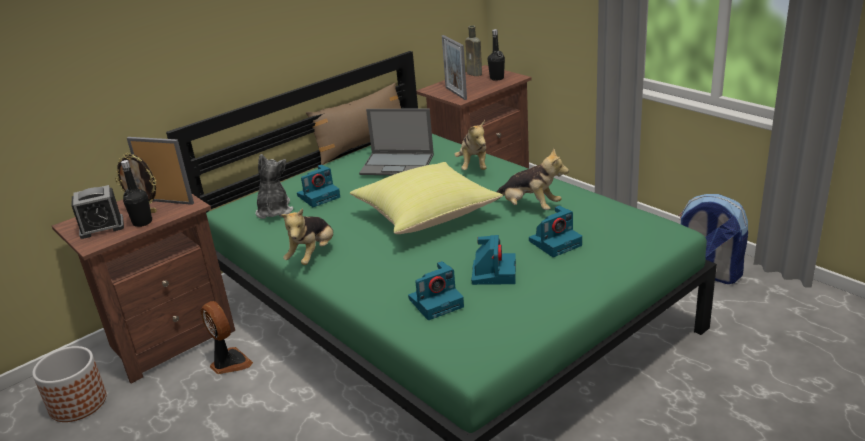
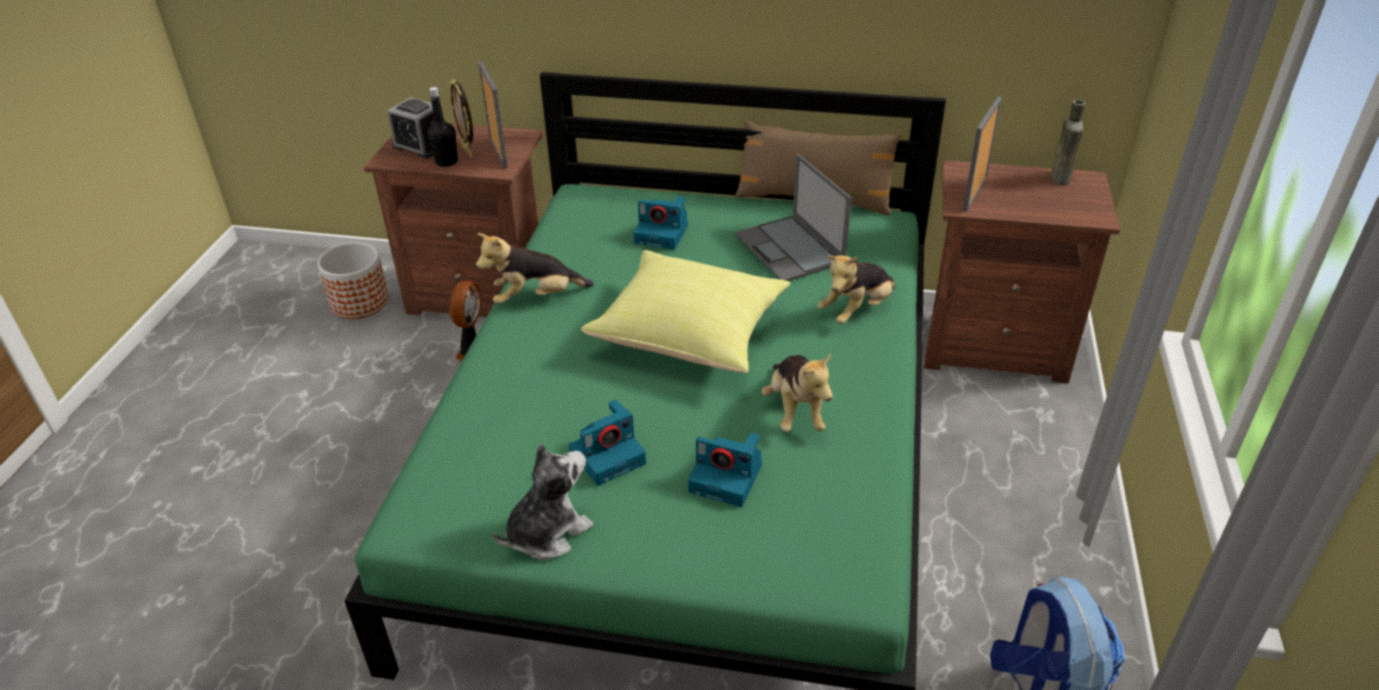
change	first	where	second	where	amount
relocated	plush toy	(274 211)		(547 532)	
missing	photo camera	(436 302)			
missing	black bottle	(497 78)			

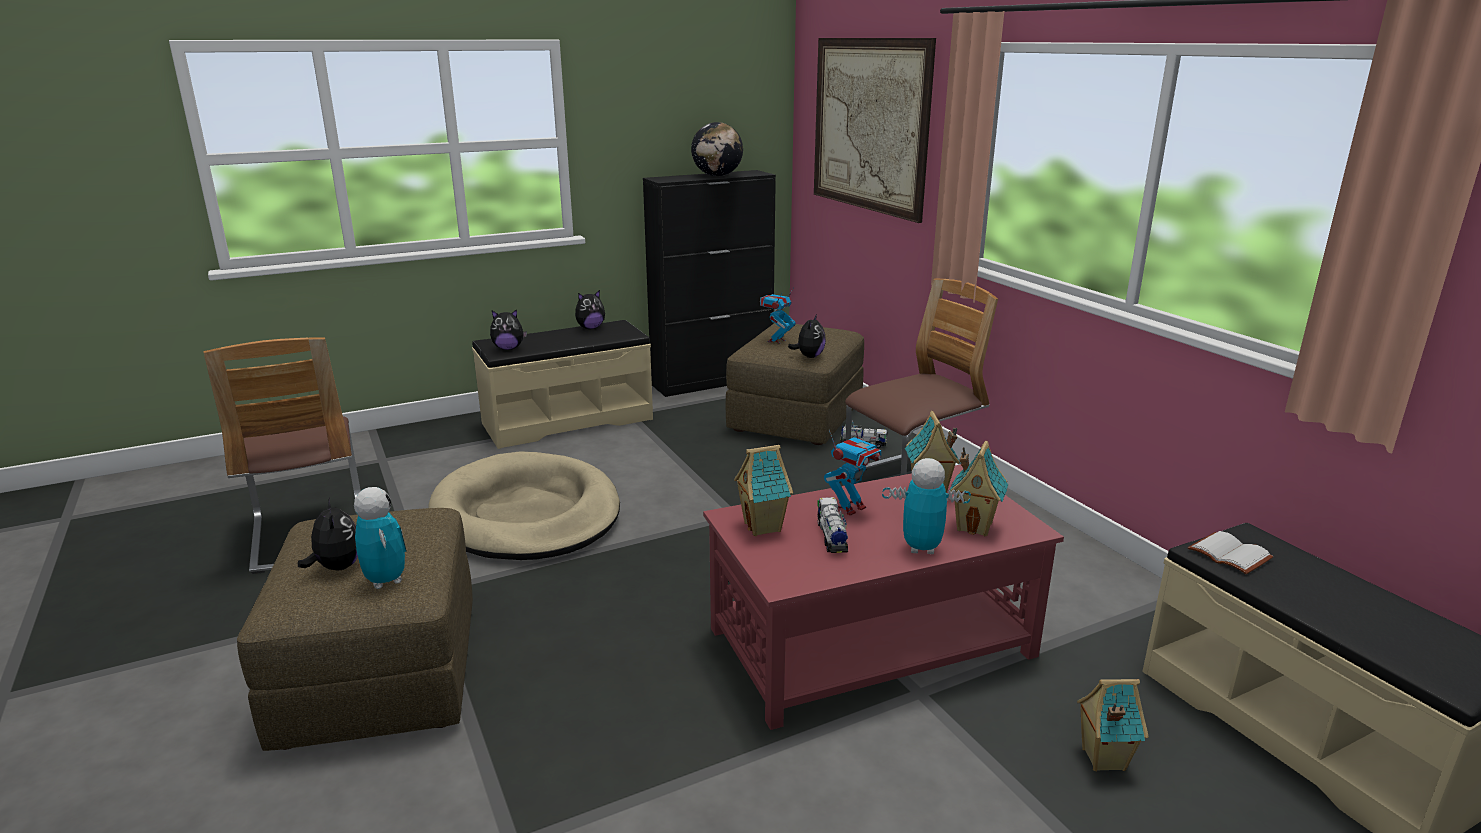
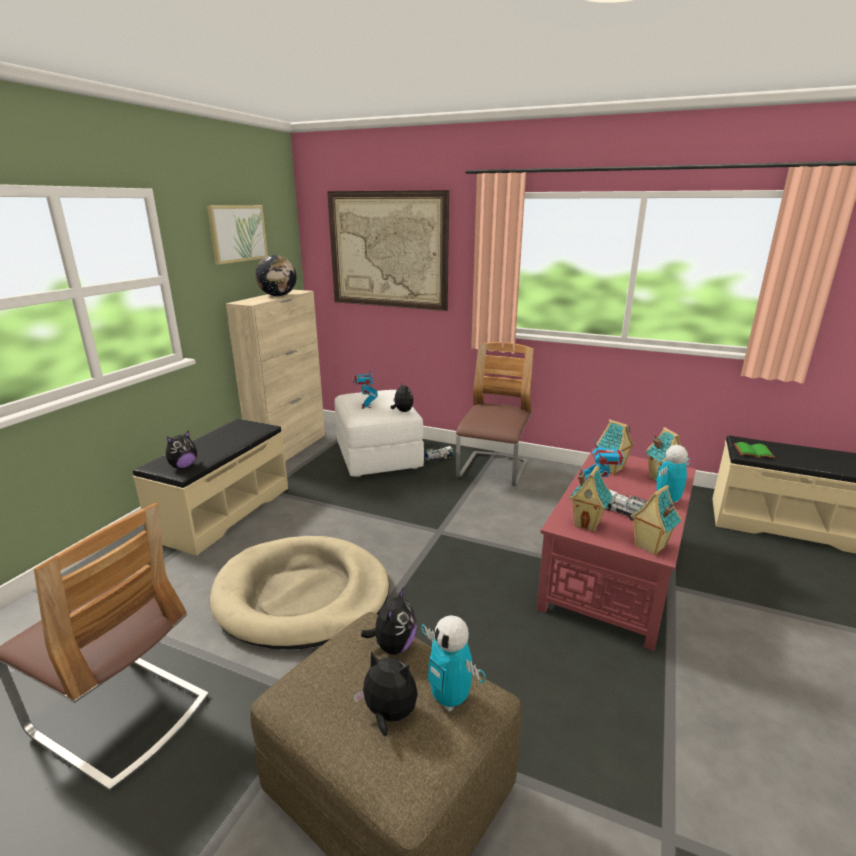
change	first	where	second	where	amount
appeared			picture	(238 233)	
colour	black cabinet	(713 381)	beige cabinet	(289 448)	
colour	brown ottoman	(796 417)	white ottoman	(378 456)	
relocated	plush toy	(590 328)		(393 645)	
spun	toy robot	(386 580)		(450 698)	150 degrees counterclockwise
relocated	toy house	(1102 759)		(649 547)	
colour	white book	(1227 555)	green book	(753 452)	

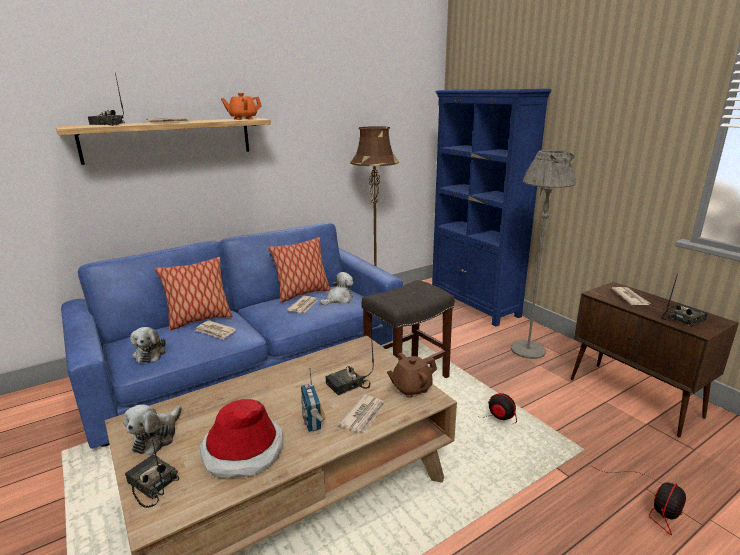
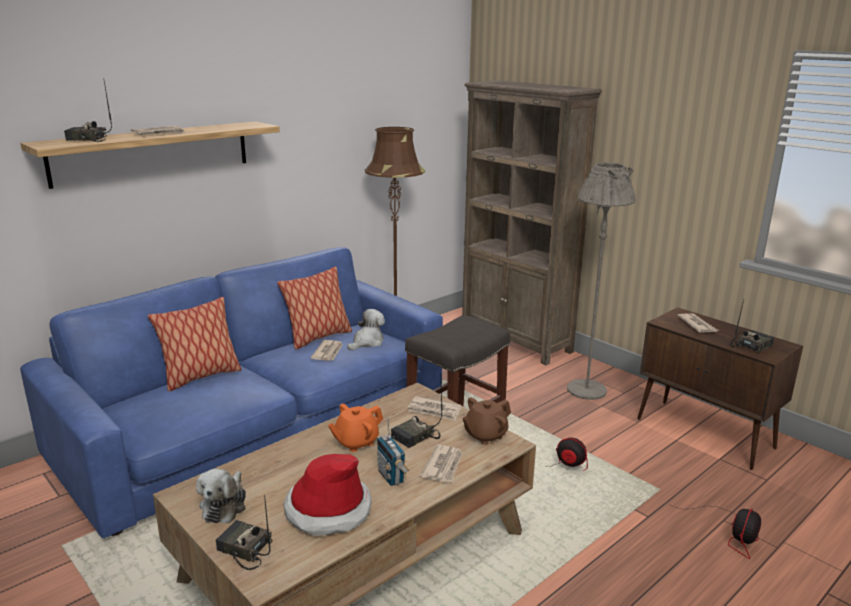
change	first	where	second	where	amount
relocated	orange teapot	(243 119)		(356 442)	
relocated	newspaper	(215 331)		(434 410)	
colour	blue bookcase	(474 305)	brown bookcase	(516 340)	
missing	plush toy	(150 353)			

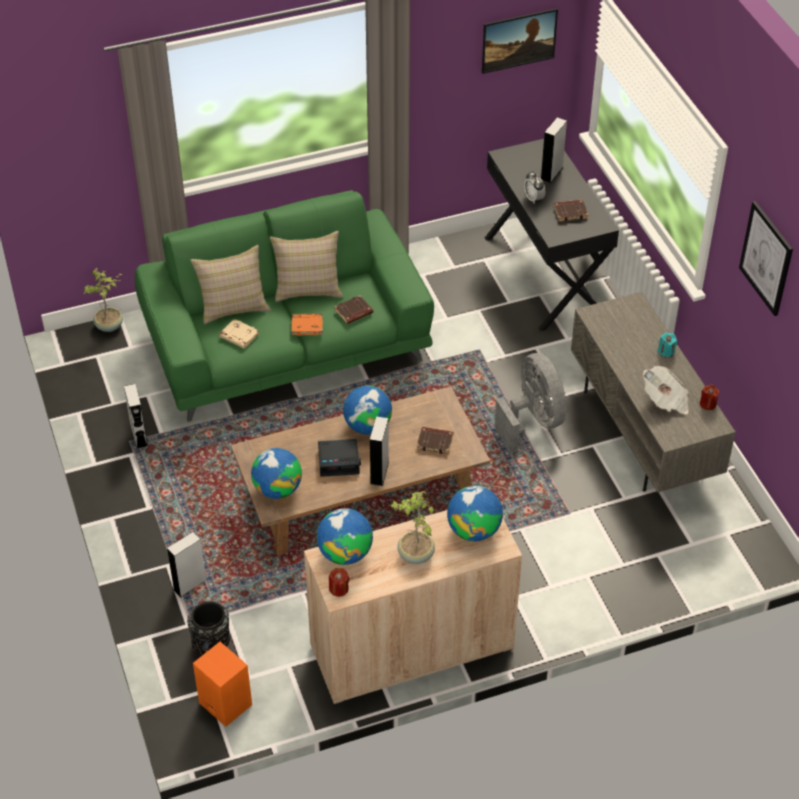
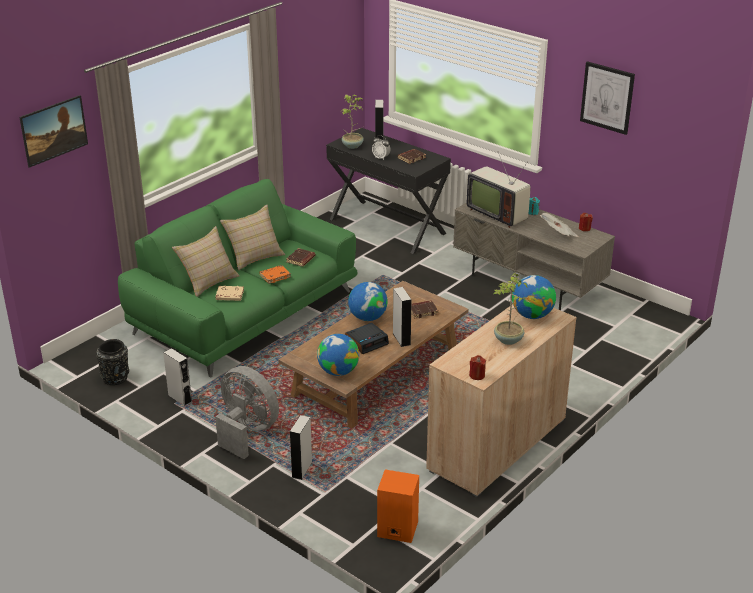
change	first	where	second	where	amount
relocated	picture	(518 52)		(56 143)	
relocated	black vase	(212 644)		(115 377)	
relocated	grey fan	(533 421)		(247 431)	
relocated	potted plant	(110 326)		(353 146)	
appeared			television	(498 213)	
missing	globe	(345 553)			

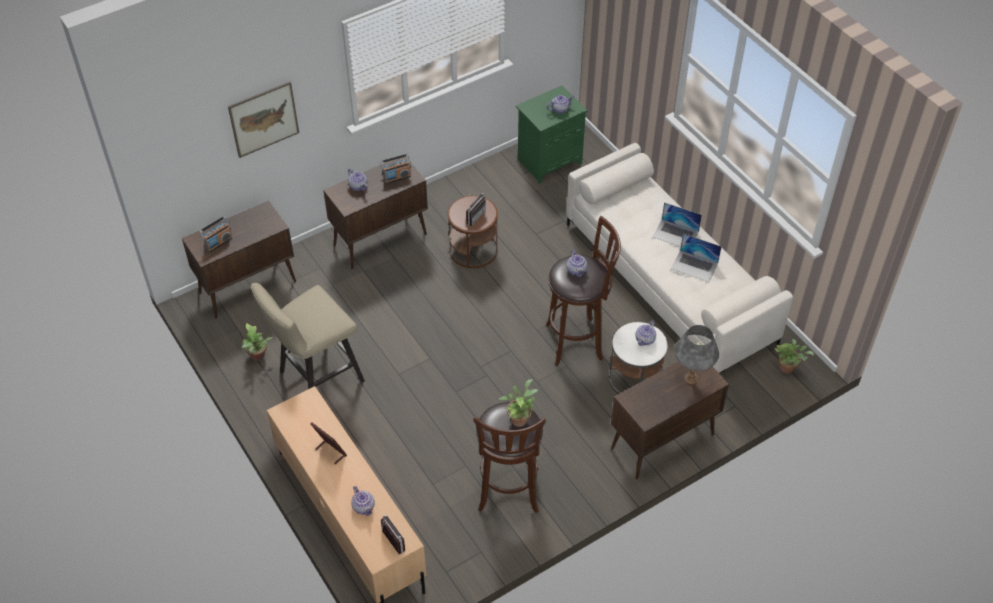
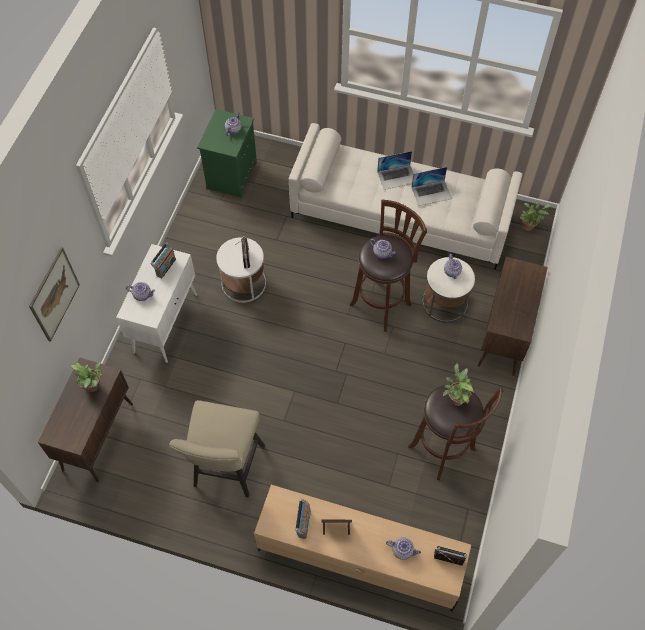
change	first	where	second	where	amount
relocated	potted plant	(258 357)		(94 386)	
colour	brown cabinet	(381 239)	white cabinet	(166 322)	
colour	brown side table	(473 249)	white side table	(243 283)	
relocated	radio	(218 243)		(303 523)	
missing	grey table lamp	(691 378)			

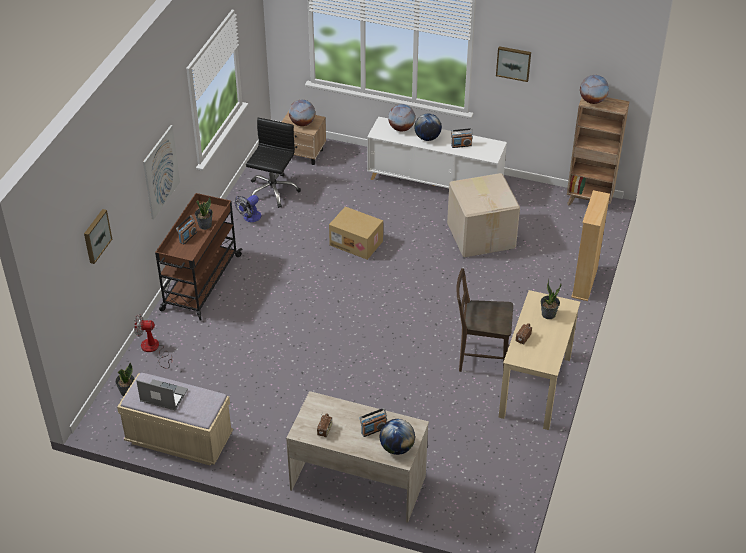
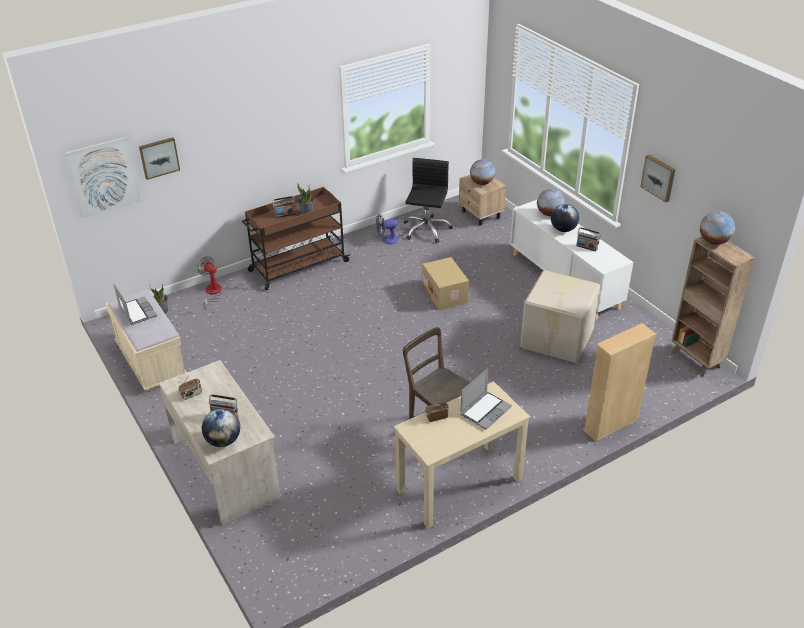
change	first	where	second	where	amount
relocated	picture	(161 172)		(103 177)	
spun	black office chair	(272 191)		(426 229)	45 degrees counterclockwise
exchanged	potted plant	(548 314)	laptop	(485 410)	

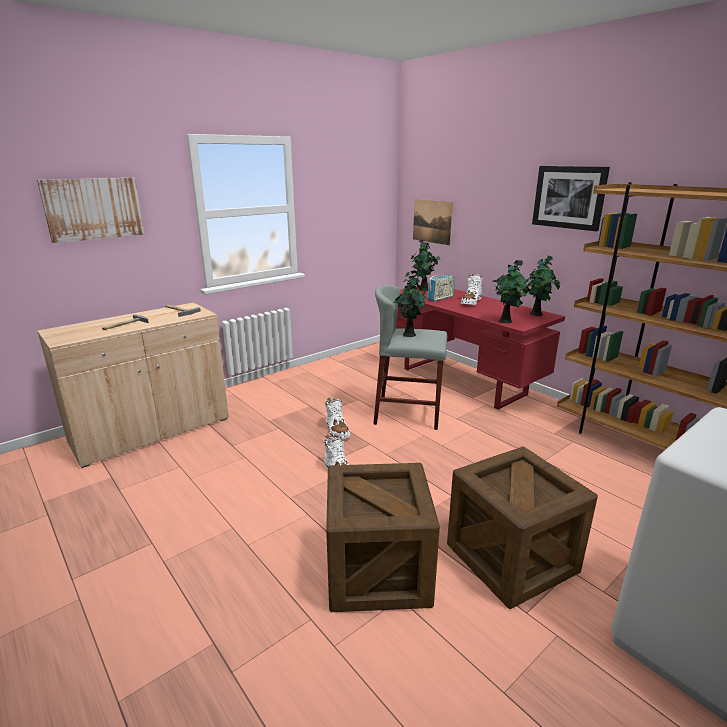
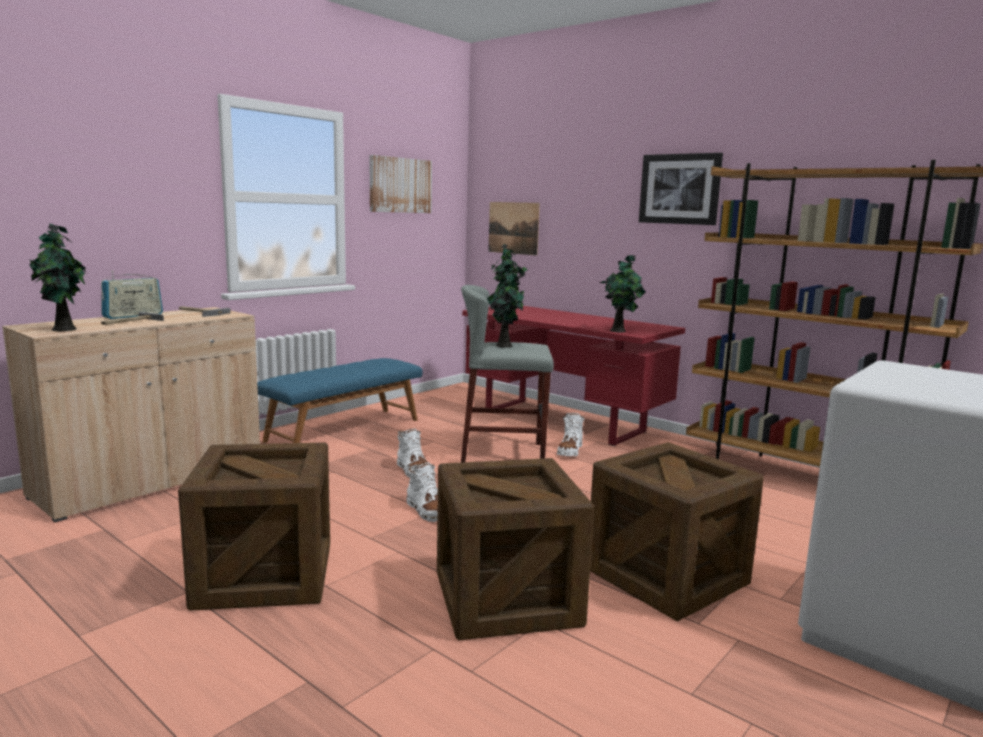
change	first	where	second	where	amount
relocated	potted plant	(537 314)		(65 329)	
relocated	radio	(440 298)		(133 316)	
appeared			crate	(265 575)	
appeared			blue bench	(344 430)	
relocated	picture	(93 209)		(400 185)	
relocated	white boot	(471 302)		(570 451)	

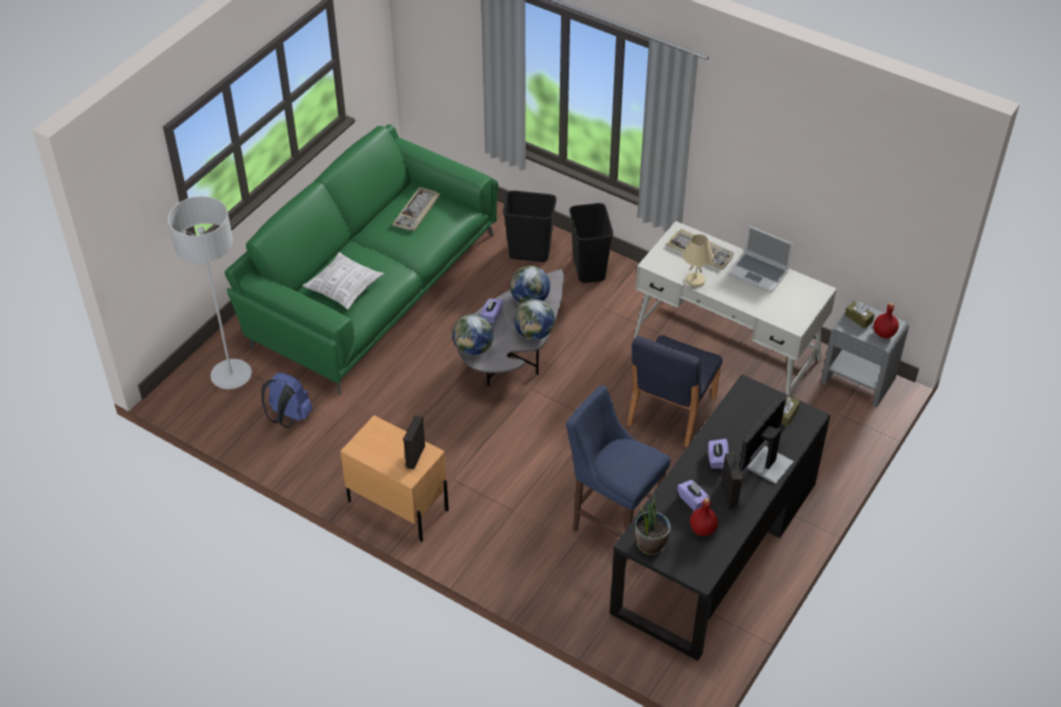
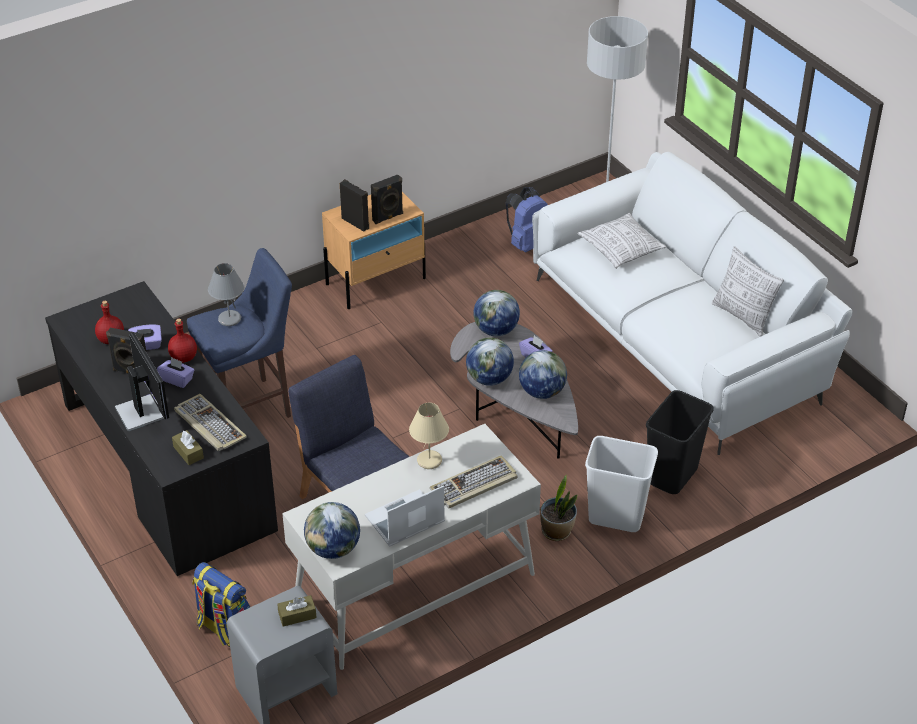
change	first	where	second	where	amount
relocated	red bottle	(883 333)		(184 358)	
relocated	keyboard	(417 211)		(209 425)	
appeared			backpack	(224 629)	
appeared			grey table lamp	(229 319)	
appeared			globe	(333 549)	
appeared			black speaker	(388 217)	
colour	green sofa	(371 287)	white sofa	(679 338)	
relocated	potted plant	(650 544)		(557 531)	
colour	black trash can	(588 269)	white trash can	(616 517)	
appeared			pillow	(743 316)	

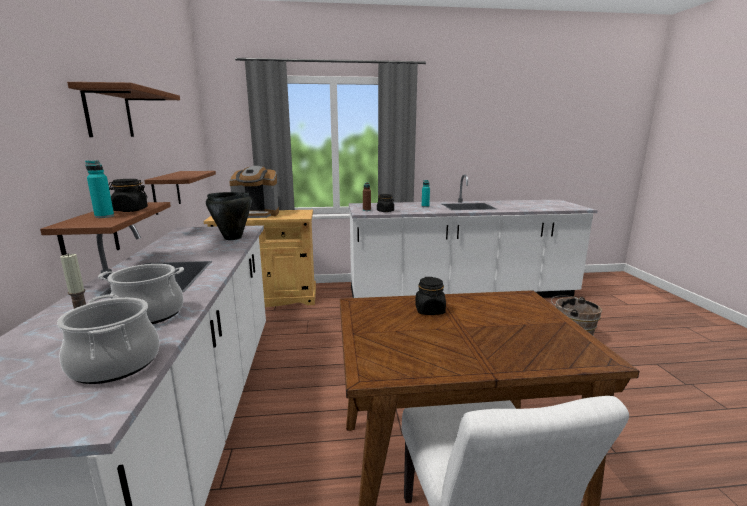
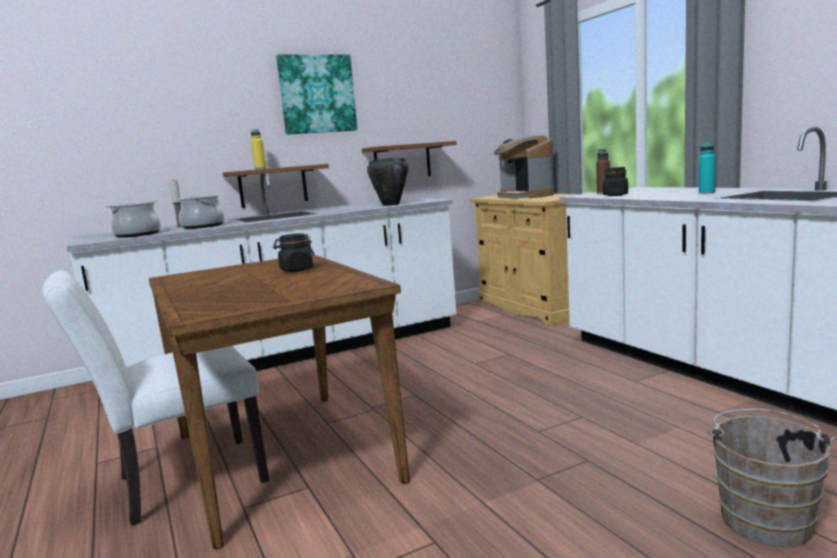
change	first	where	second	where	amount
colour	turquoise bottle	(104 216)	yellow bottle	(260 168)	
exchanged	brown shelf	(108 113)	picture	(317 94)	
missing	black jar	(130 210)			

